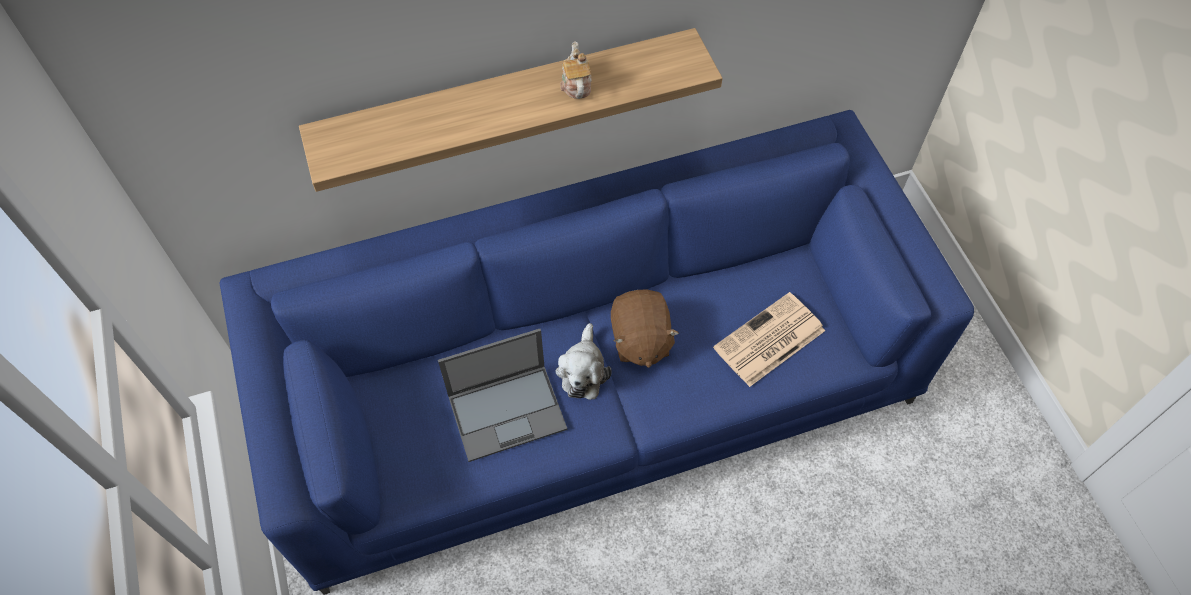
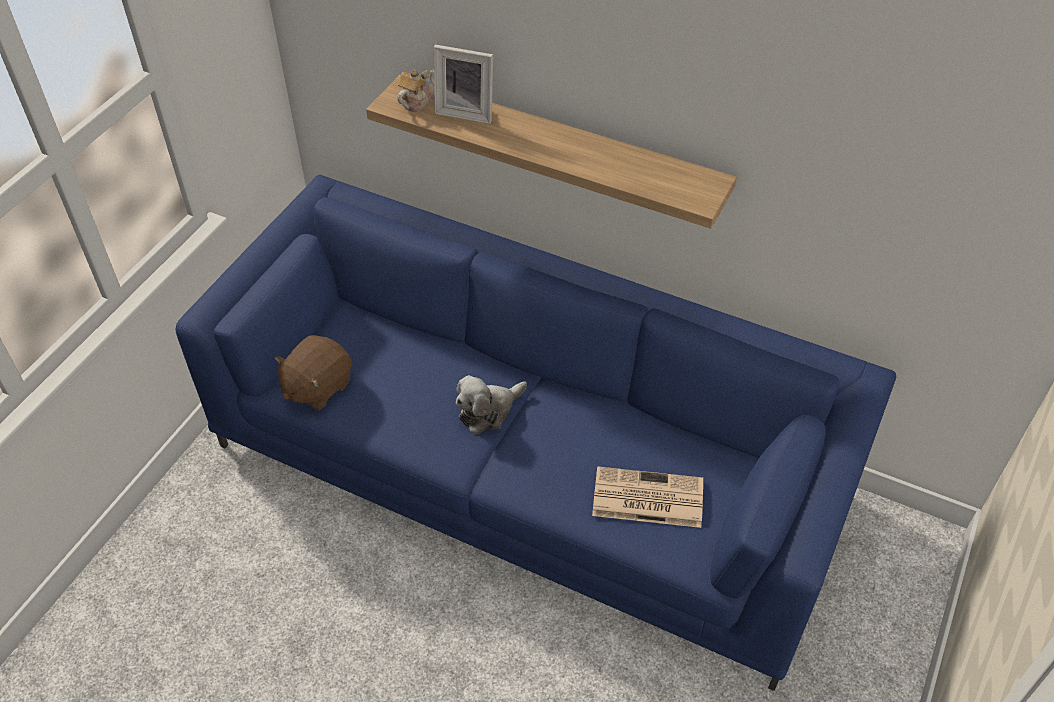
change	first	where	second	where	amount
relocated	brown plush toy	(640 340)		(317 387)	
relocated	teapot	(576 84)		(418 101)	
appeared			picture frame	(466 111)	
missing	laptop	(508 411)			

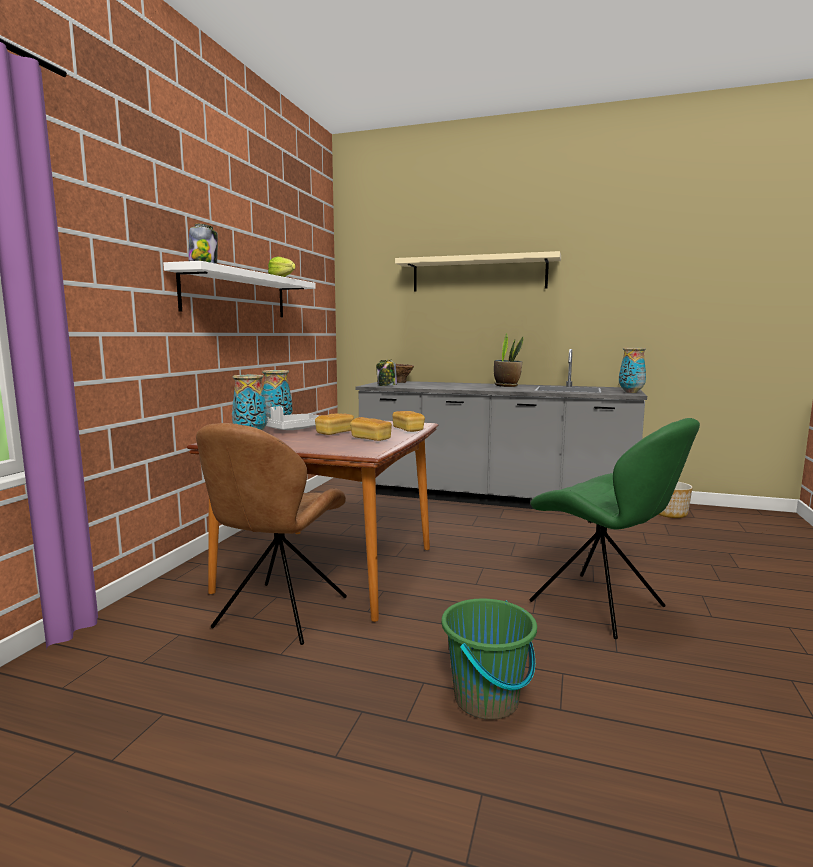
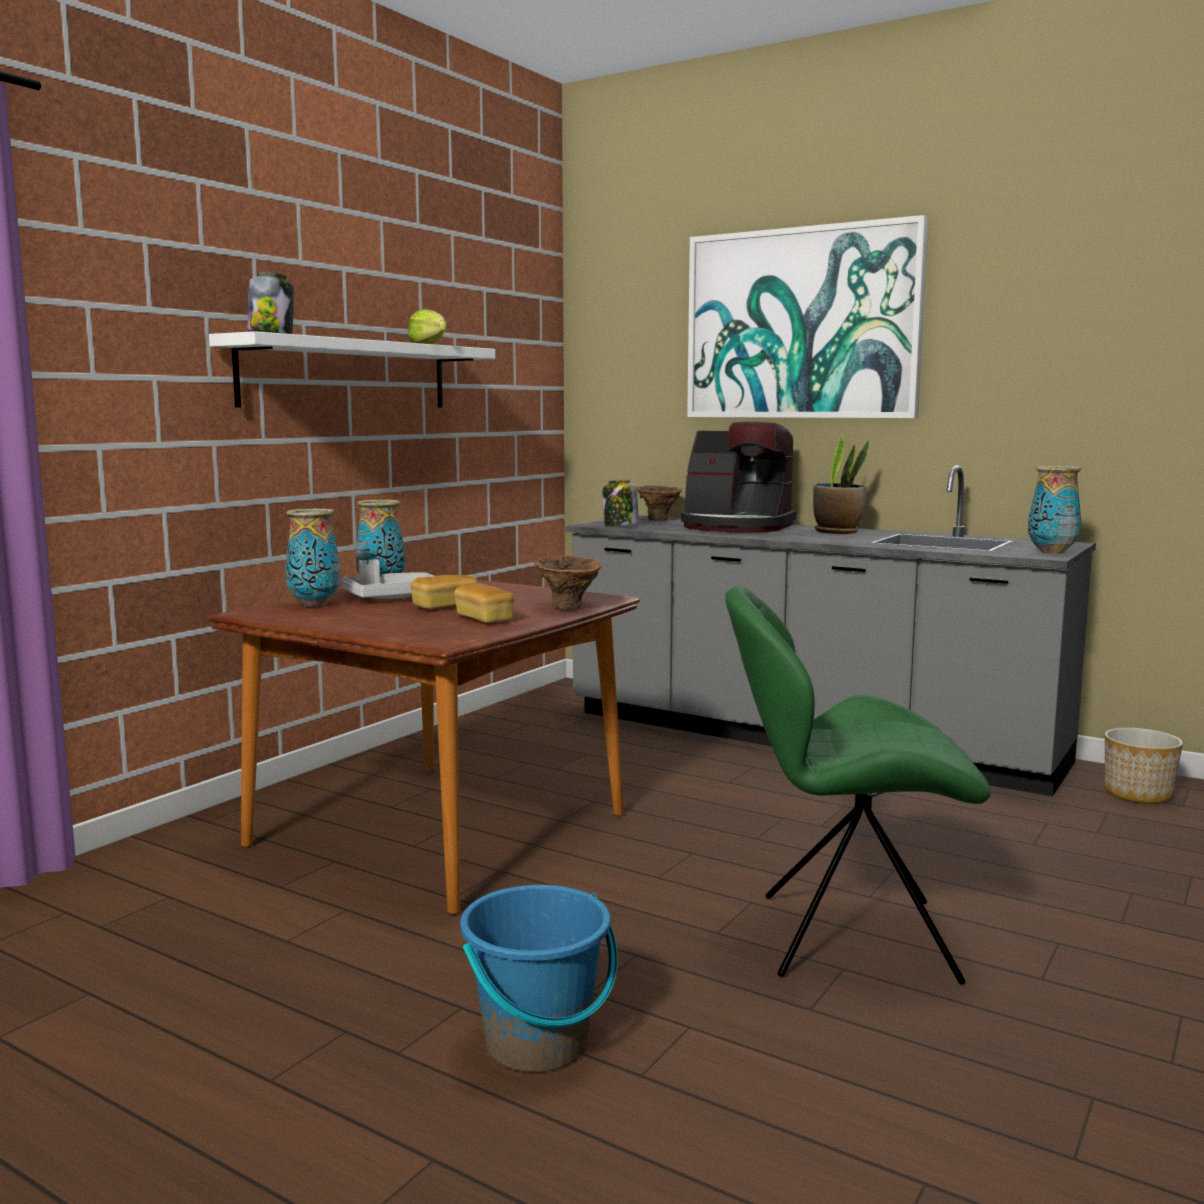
change	first	where	second	where	amount
colour	green bucket	(487 699)	blue bucket	(537 1044)	
exchanged	bread	(408 429)	brown vase	(568 606)	
appeared			coffee machine	(736 527)	
exchanged	beige shelf	(478 274)	picture	(801 324)	
spun	green chair	(601 606)		(847 937)	120 degrees clockwise
missing	brown chair	(279 614)			

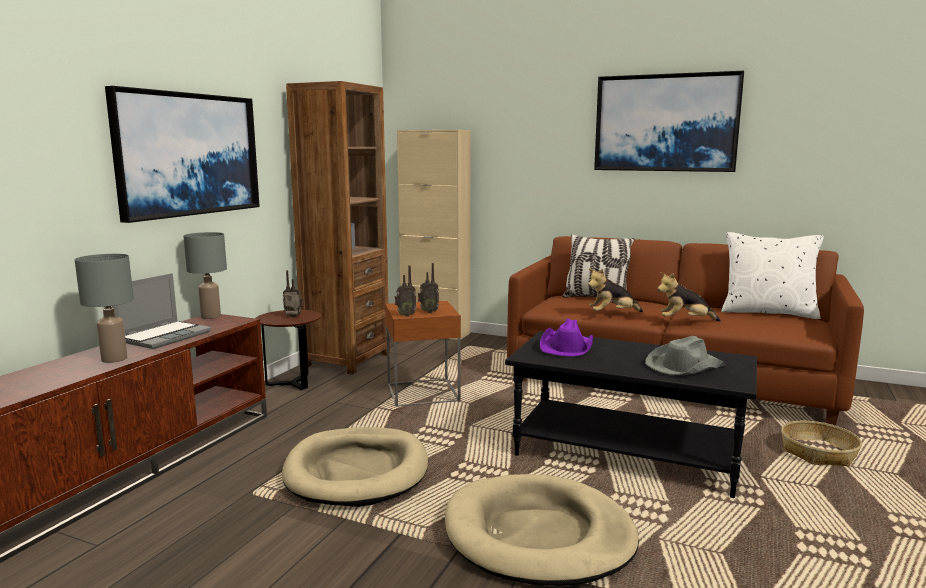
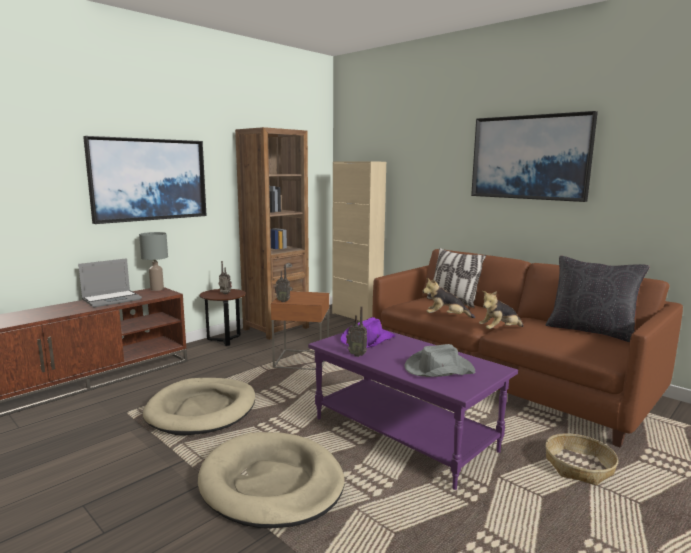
change	first	where	second	where	amount
colour	black coffee table	(627 454)	purple coffee table	(405 434)	
relocated	radio	(428 312)		(357 355)	
spun	plush toy	(685 321)		(499 330)	45 degrees counterclockwise
colour	white pillow	(767 312)	black pillow	(591 331)	
missing	grey table lamp	(115 359)			

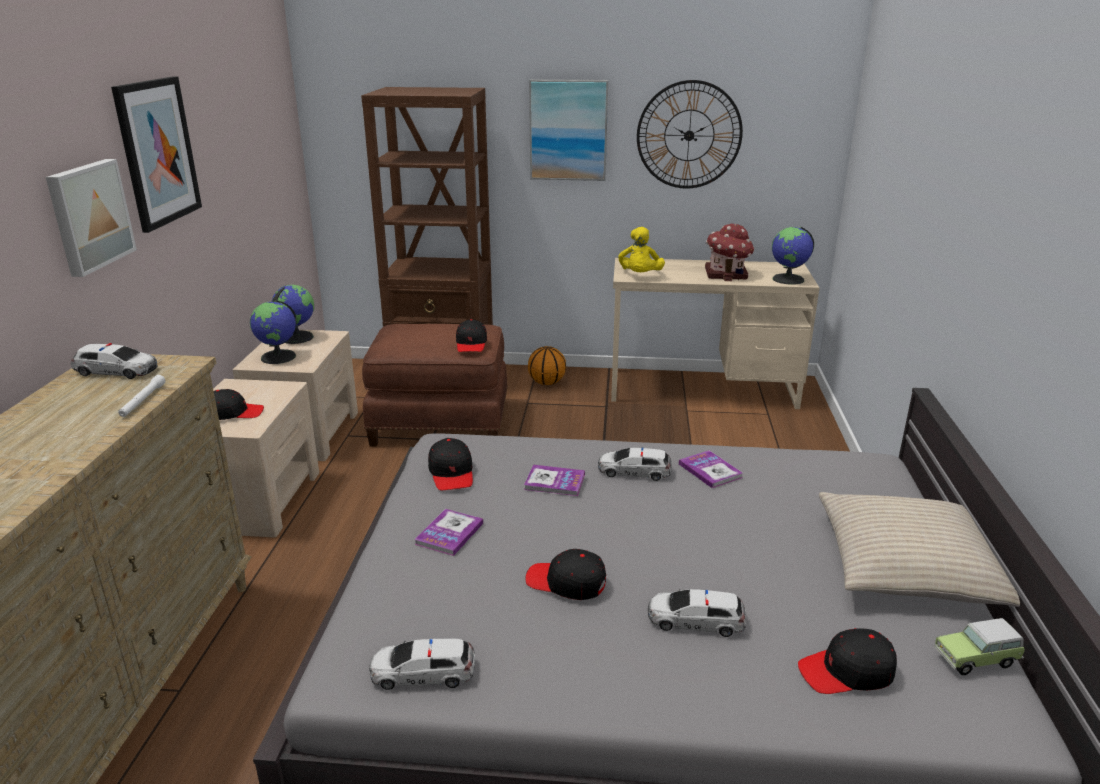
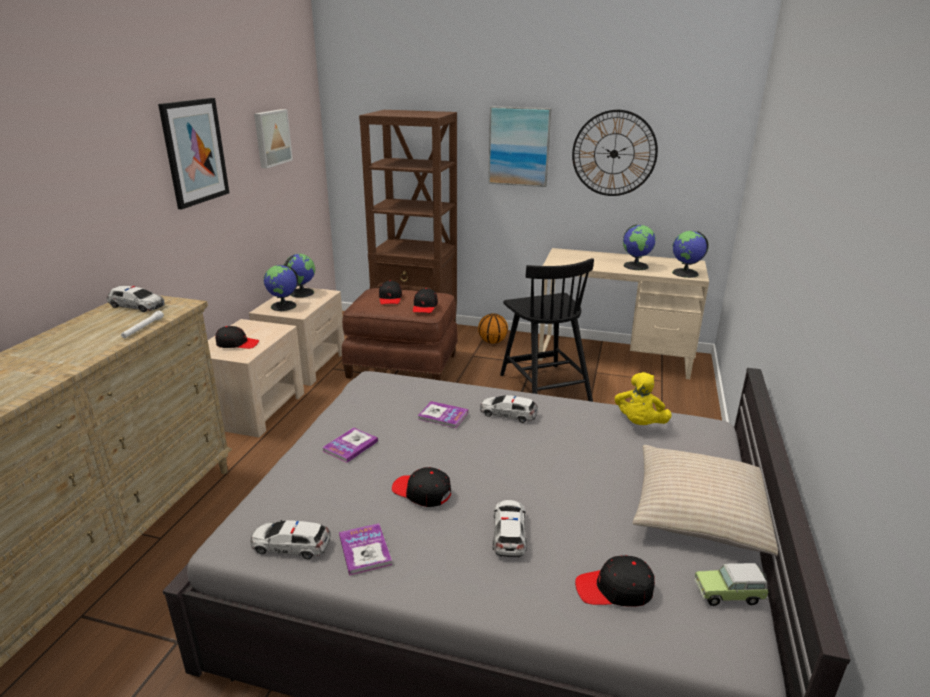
change	first	where	second	where	amount
relocated	picture	(88 216)		(271 138)	
relocated	book	(710 470)		(365 550)	
relocated	black cap	(452 473)		(390 298)	
spun	toy car	(695 620)		(509 533)	75 degrees clockwise
appeared			black chair	(544 387)	
relocated	yellow plush toy	(640 276)		(639 424)	
exchanged	toy house	(727 274)	globe	(636 266)	

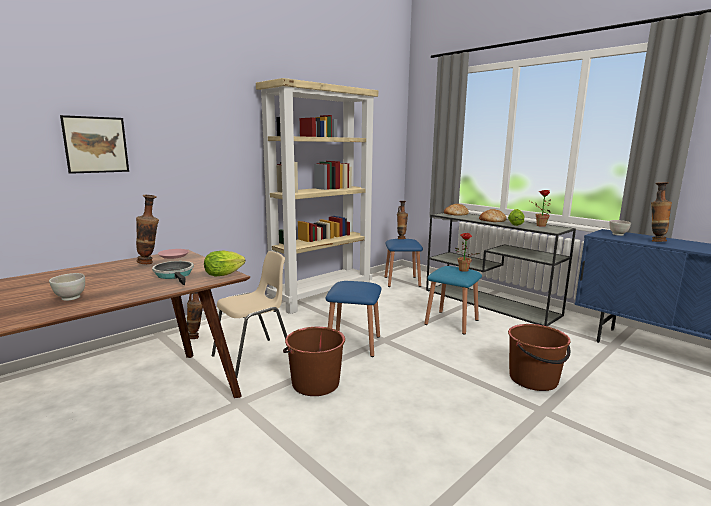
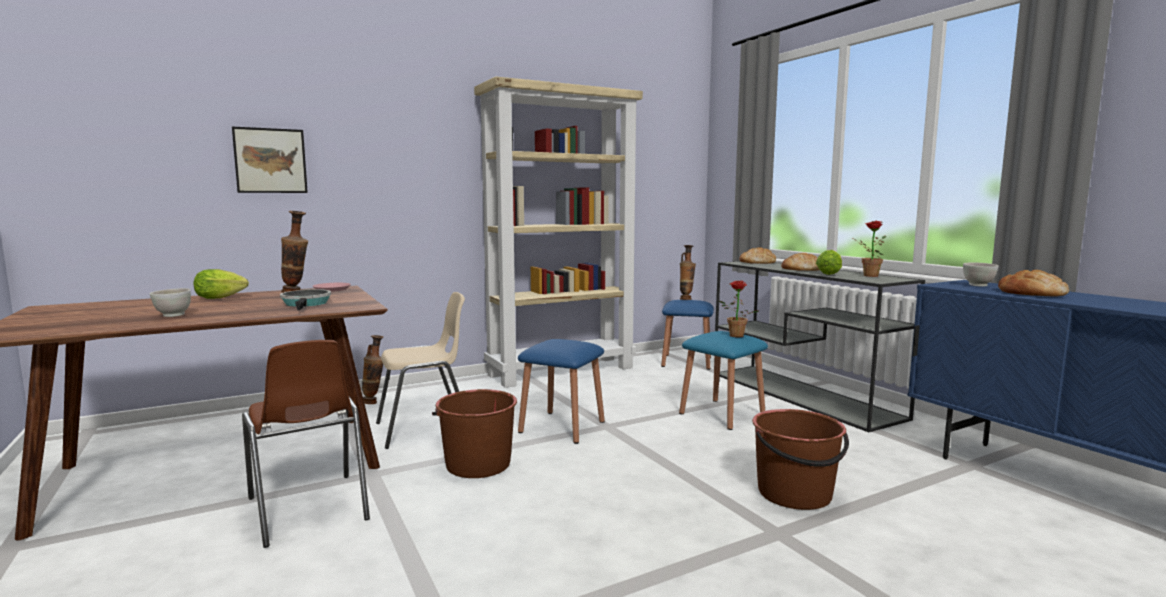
change	first	where	second	where	amount
relocated	lettuce	(226 274)		(223 298)	
appeared			brown chair	(308 509)	
exchanged	vase	(655 241)	bread	(1032 293)	

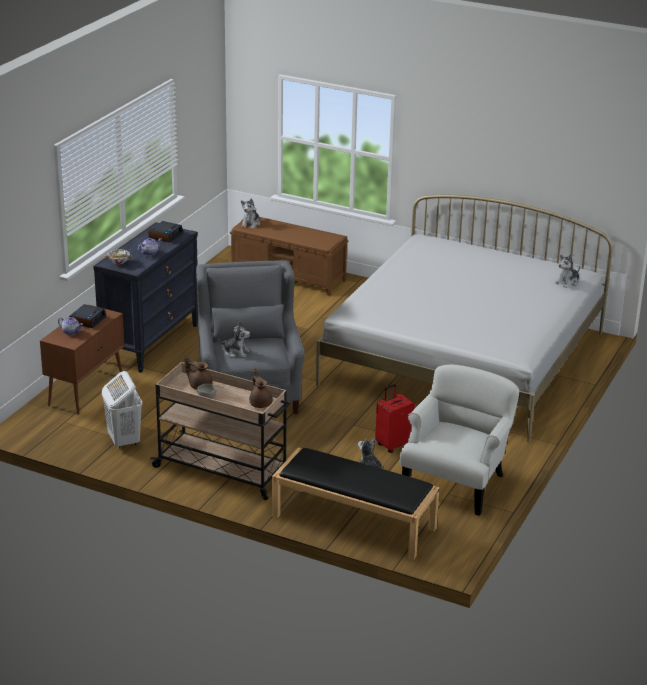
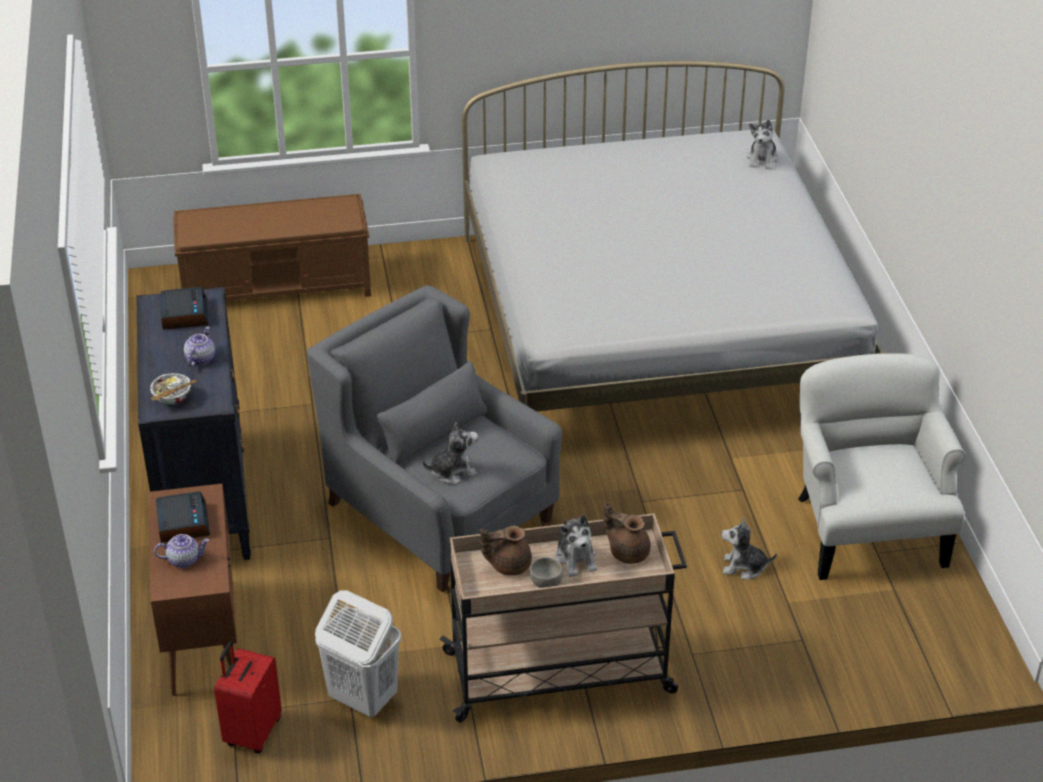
change	first	where	second	where	amount
relocated	red suitcase	(393 445)		(252 732)	
relocated	plush toy	(251 224)		(576 559)	
missing	black bench	(352 522)			

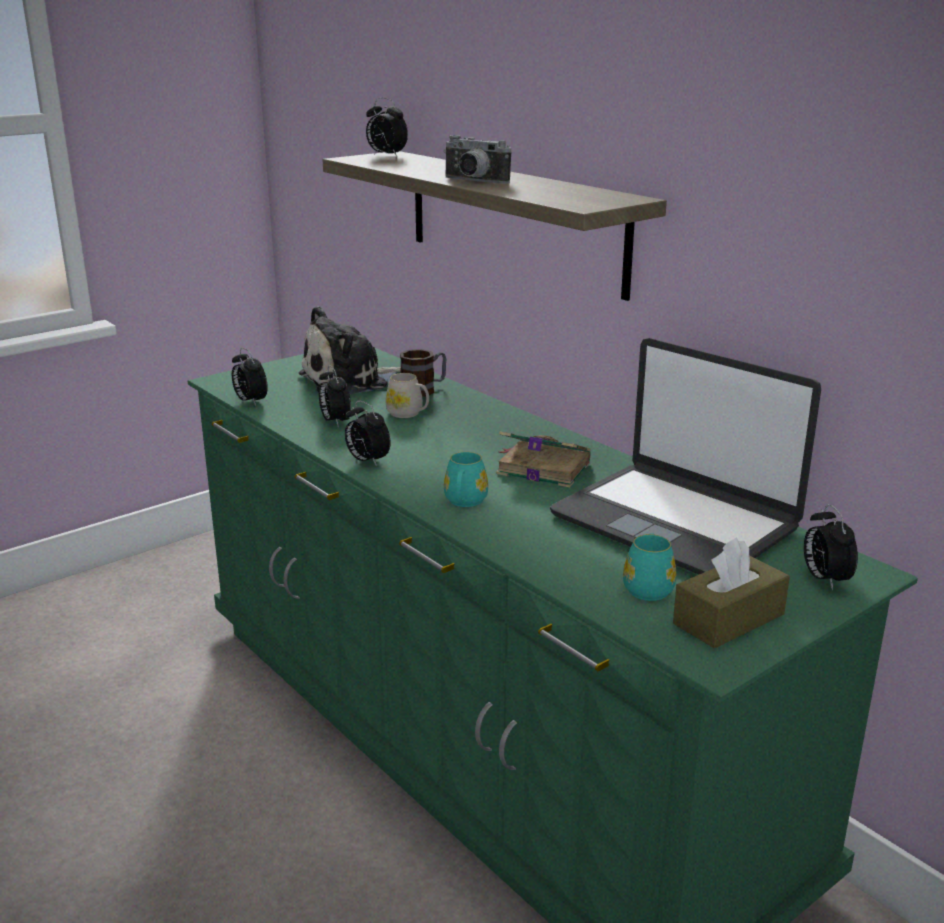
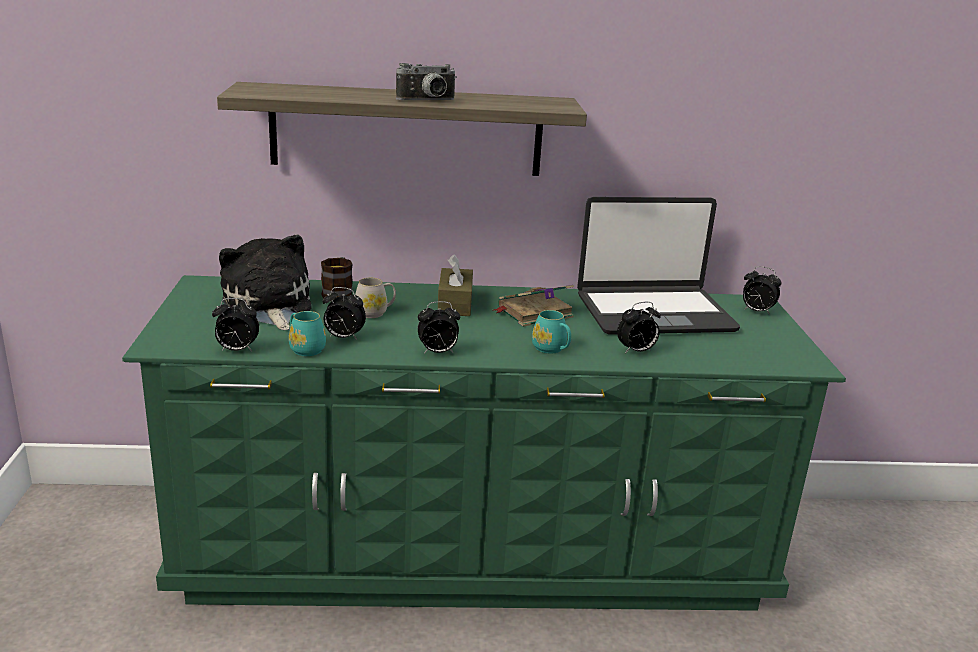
change	first	where	second	where	amount
spun	plush toy	(349 381)		(268 306)	150 degrees clockwise
relocated	turquoise mug	(648 587)		(304 348)	
relocated	brown tissue box	(728 619)		(455 303)	
relocated	alarm clock	(386 155)		(636 351)	

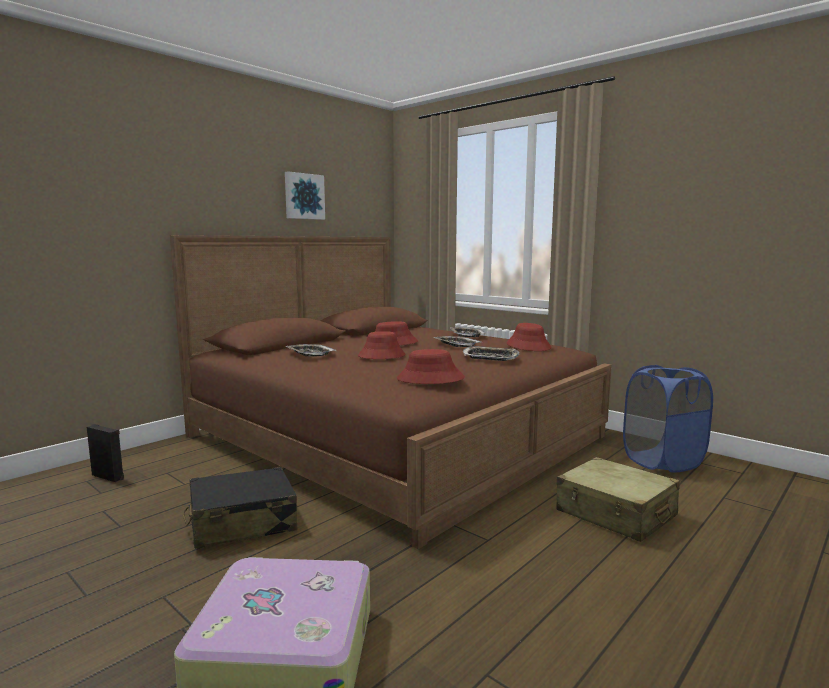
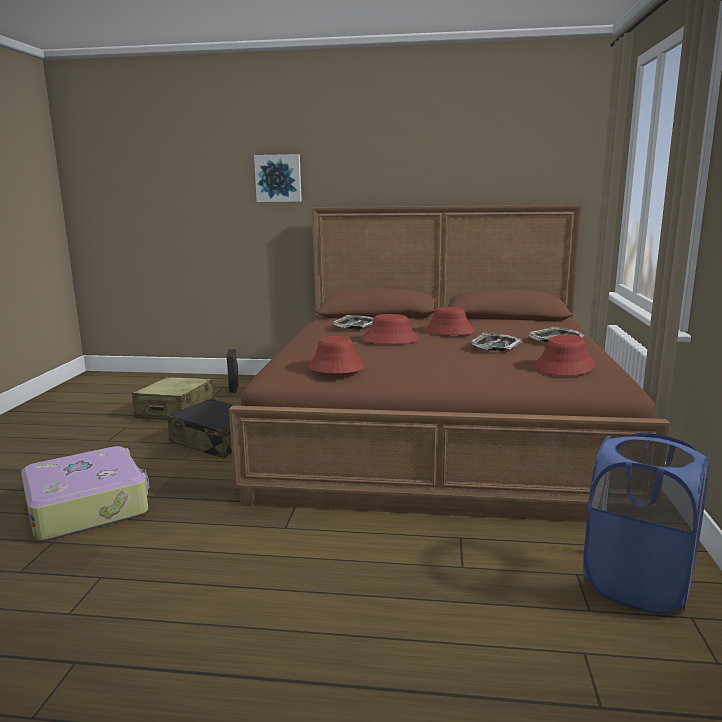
change	first	where	second	where	amount
relocated	beige suitcase	(615 514)		(175 411)	
relocated	picture	(304 196)		(278 178)	
missing	tray	(490 357)			

